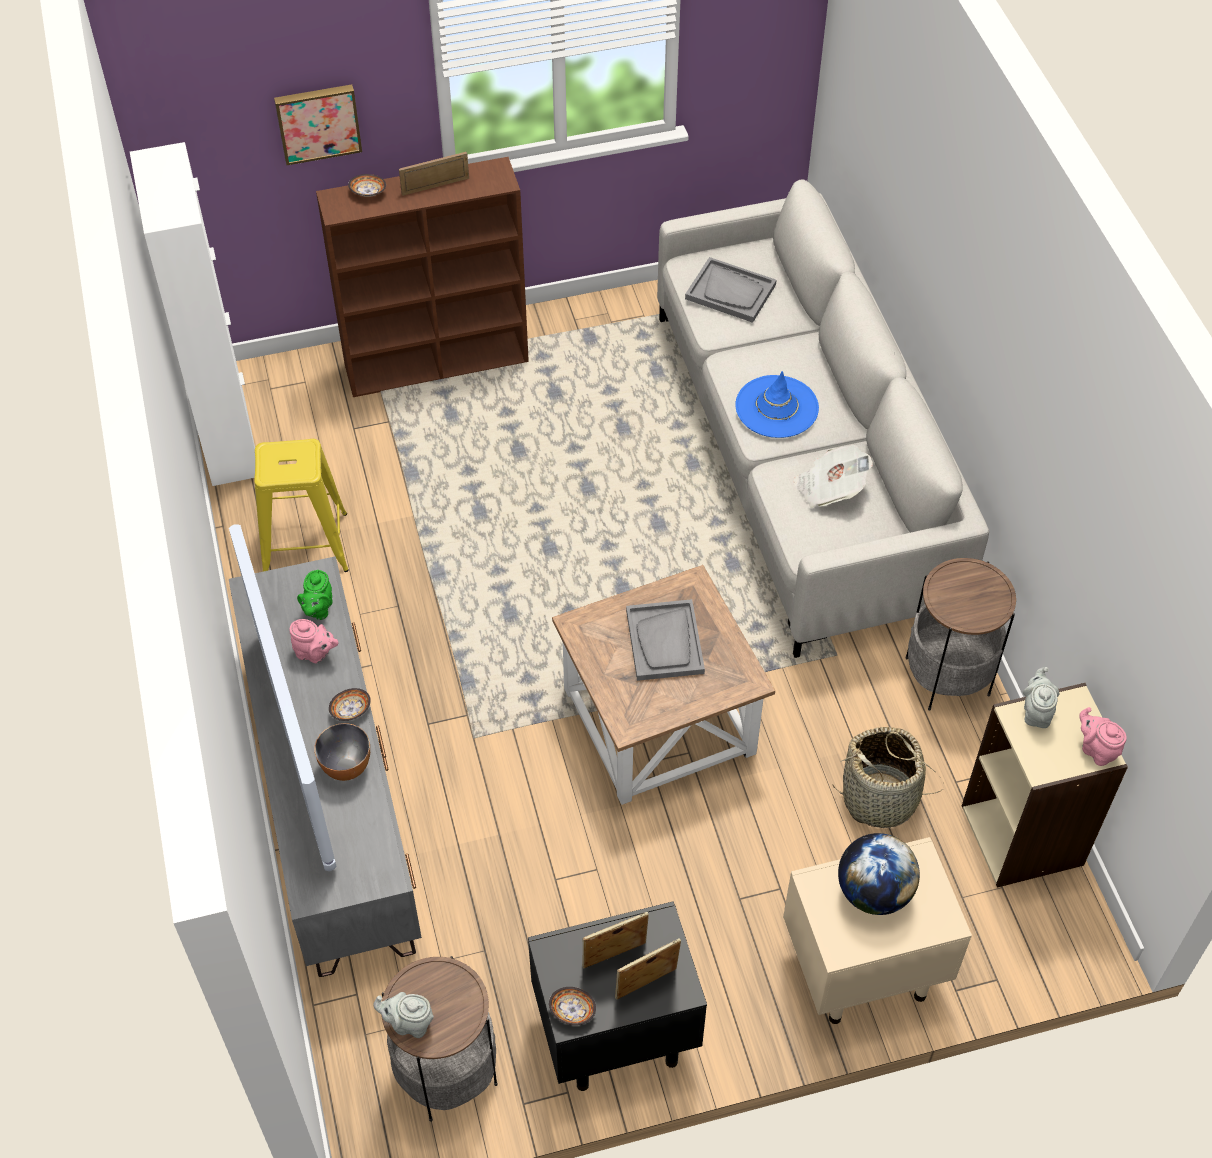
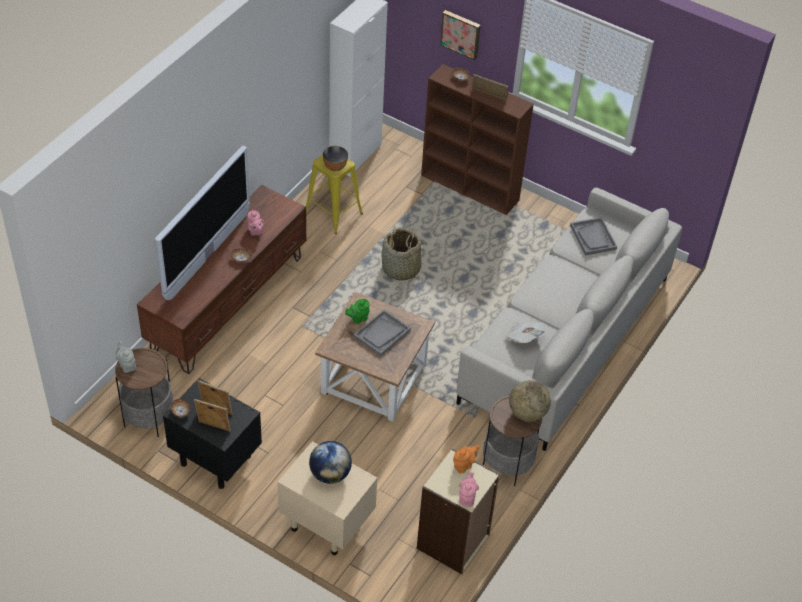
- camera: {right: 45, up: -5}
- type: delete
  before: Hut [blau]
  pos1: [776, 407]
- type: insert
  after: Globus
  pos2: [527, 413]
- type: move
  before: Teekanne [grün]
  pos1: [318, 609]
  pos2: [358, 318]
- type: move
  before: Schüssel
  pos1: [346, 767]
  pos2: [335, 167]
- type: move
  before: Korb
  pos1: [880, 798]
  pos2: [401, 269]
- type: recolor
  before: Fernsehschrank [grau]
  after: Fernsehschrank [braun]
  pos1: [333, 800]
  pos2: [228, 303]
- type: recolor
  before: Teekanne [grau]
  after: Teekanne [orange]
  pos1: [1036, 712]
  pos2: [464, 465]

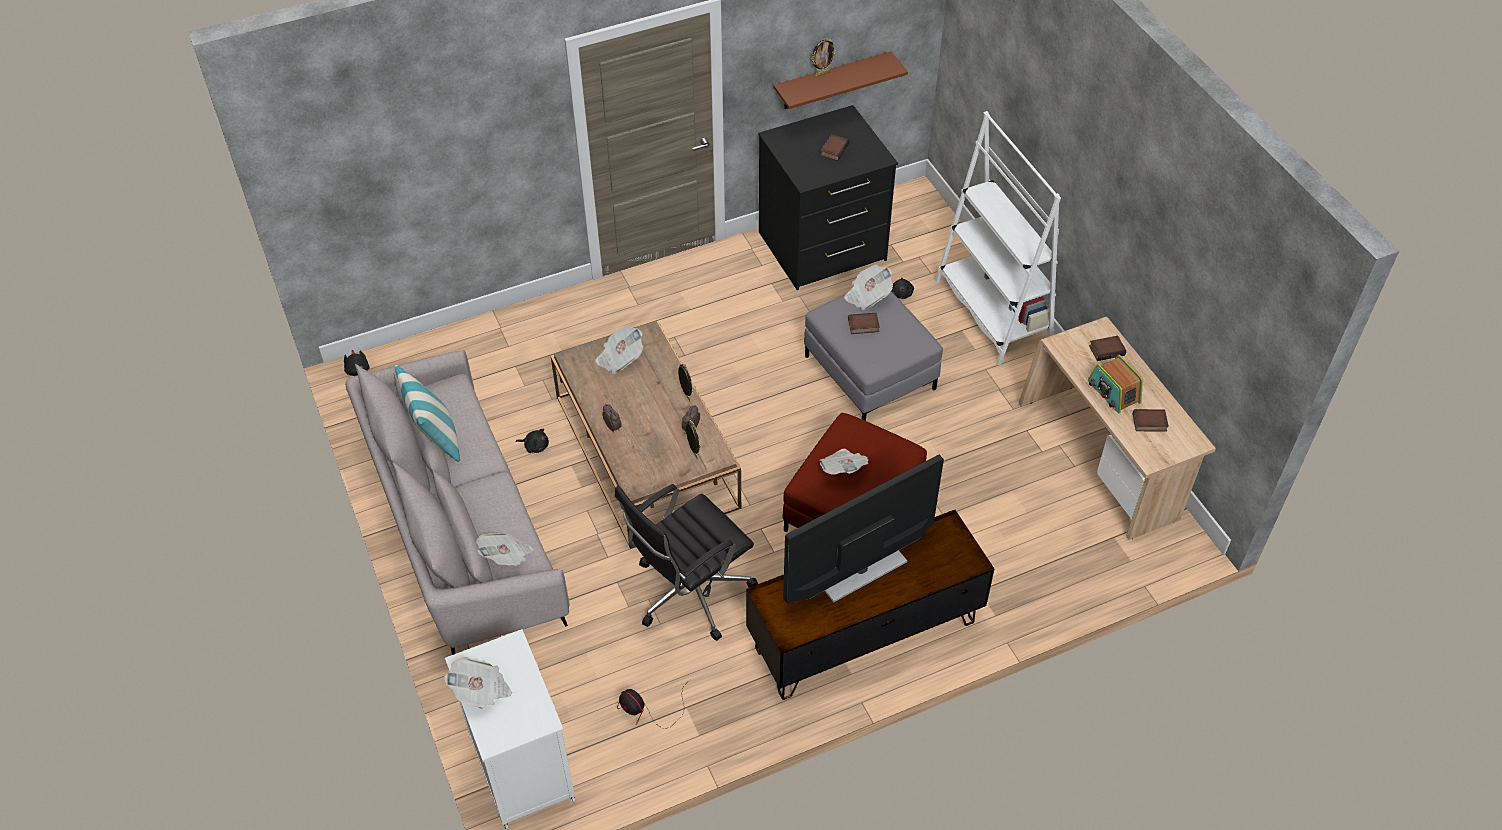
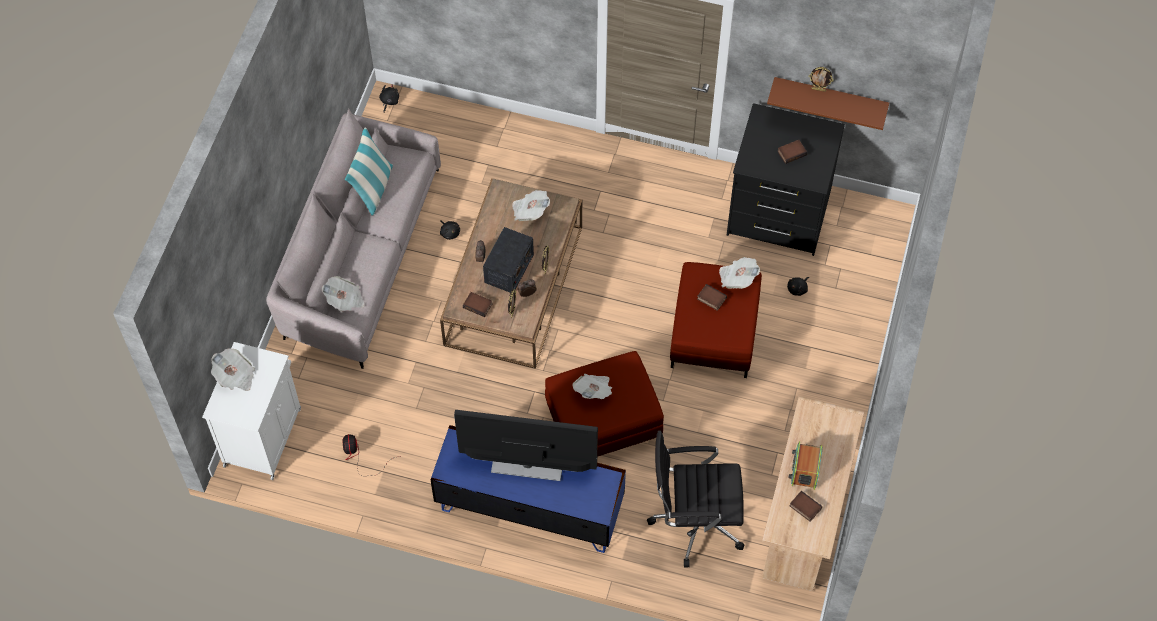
- camera: {right: 40, up: 10}
- type: delete
  before: Bücherregal [weiß]
  pos1: [993, 312]
- type: insert
  after: Radio
  pos2: [509, 269]
- type: move
  before: Bürostuhl [schwarz]
  pos1: [689, 593]
  pos2: [694, 521]
- type: move
  before: Buch
  pos1: [1107, 350]
  pos2: [478, 305]
- type: recolor
  before: Fernsehschrank [braun]
  after: Fernsehschrank [blau]
  pos1: [864, 634]
  pos2: [529, 507]
- type: recolor
  before: Polsterhocker [grau]
  after: Polsterhocker [rot]
  pos1: [870, 373]
  pos2: [714, 334]

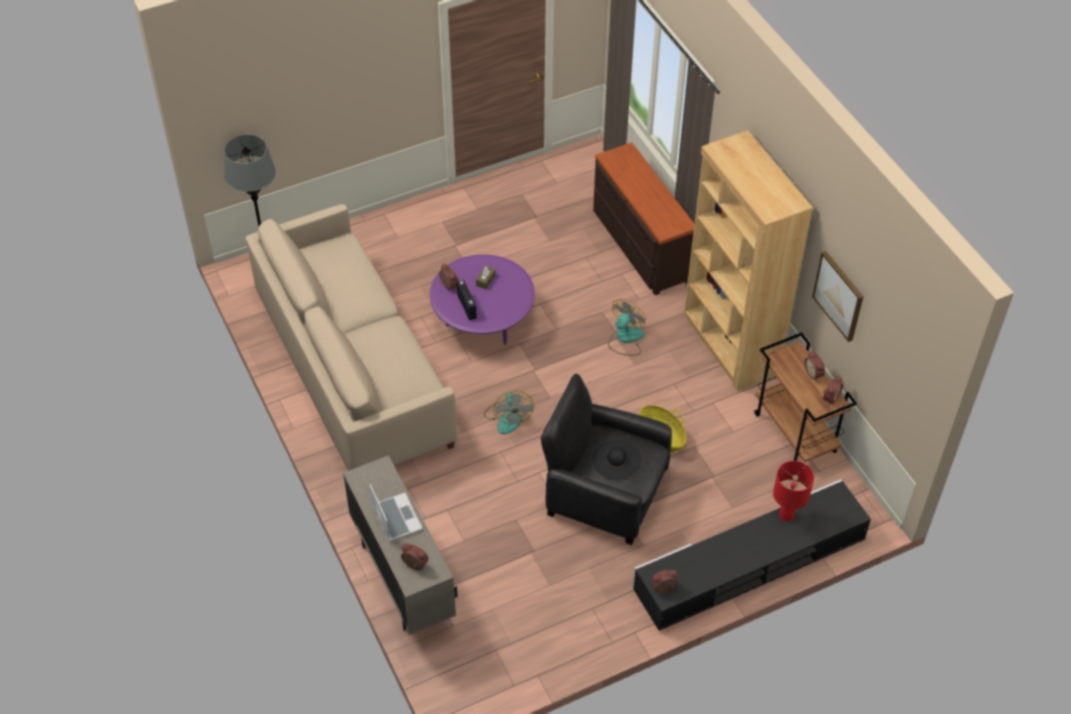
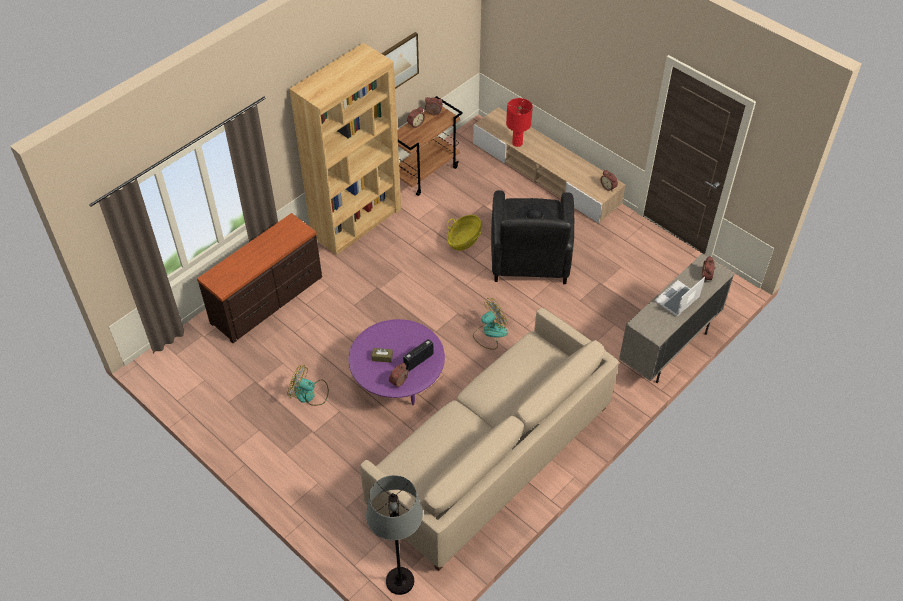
- camera: {right: -110, up: 0}
- type: move
  before: Ventilator
  pos1: [625, 339]
  pos2: [309, 394]
- type: recolor
  before: Fernsehschrank [schwarz]
  after: Fernsehschrank [beige]
  pos1: [749, 565]
  pos2: [546, 174]

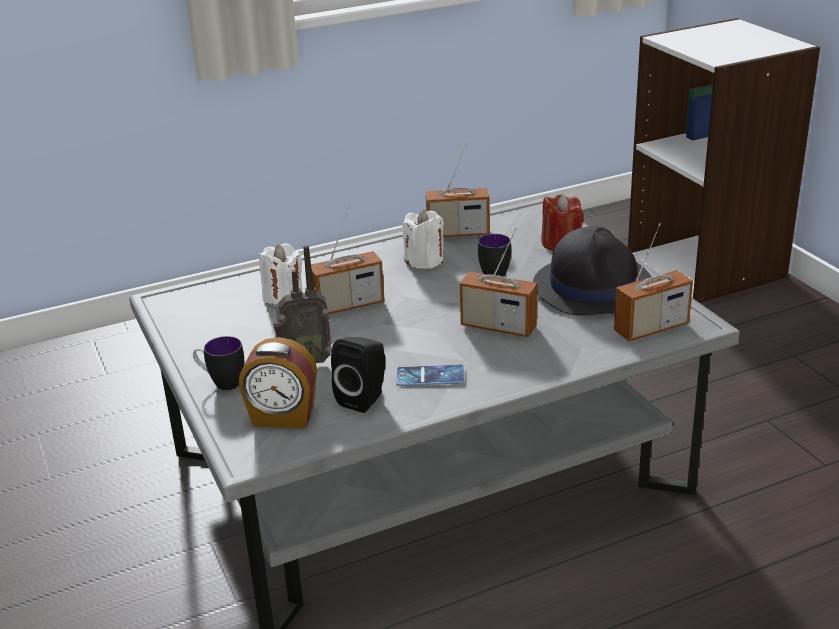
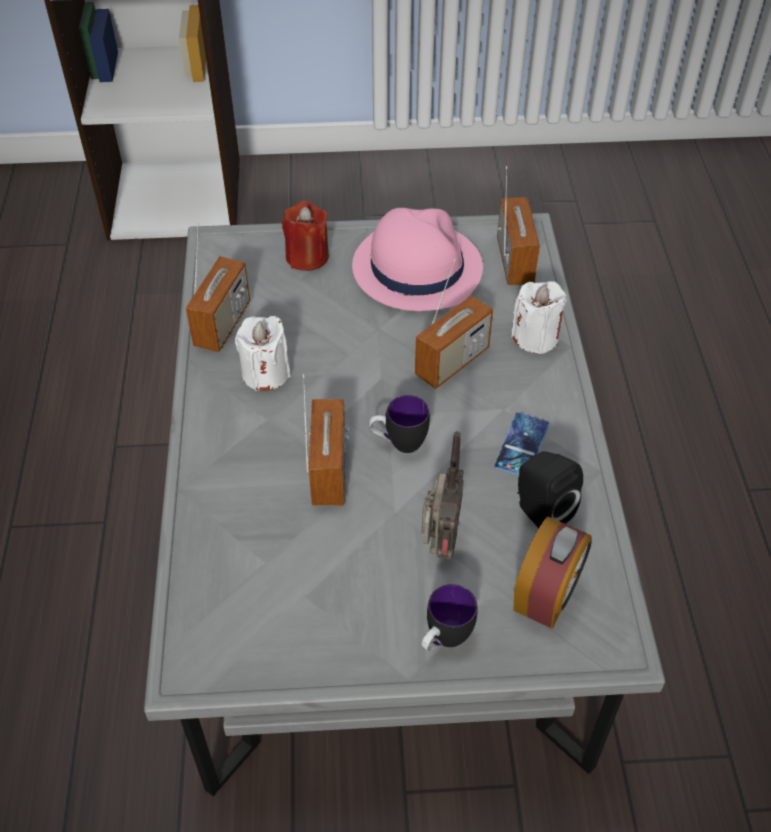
- camera: {right: -70, up: 20}
- type: move
  before: Kerze [weiß]
  pos1: [283, 296]
  pos2: [535, 337]
- type: move
  before: Henkelbecher
  pos1: [491, 272]
  pos2: [398, 443]
- type: recolor
  before: Hut [schwarz]
  after: Hut [rosa]
  pos1: [593, 286]
  pos2: [416, 267]

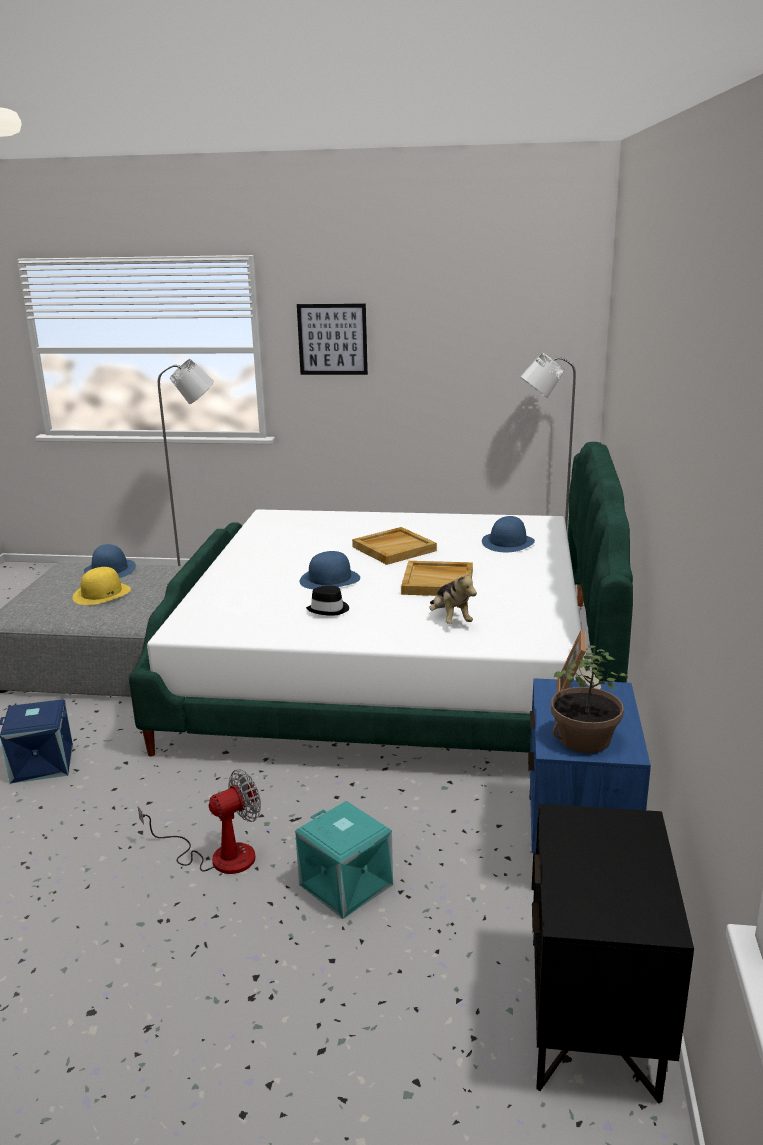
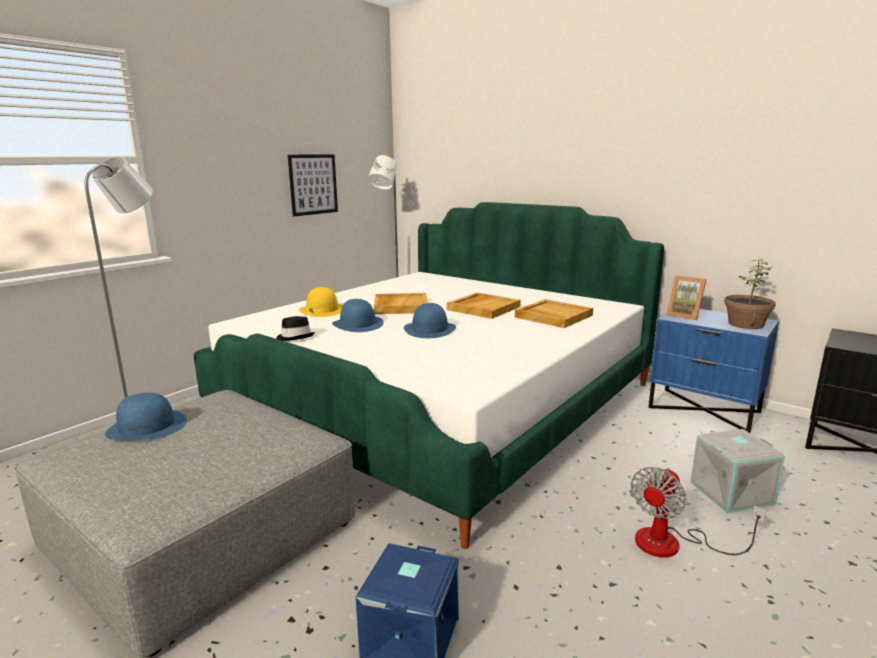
- camera: {right: -60, up: -5}
- type: move
  before: Hut [gelb]
  pos1: [102, 593]
  pos2: [322, 310]
- type: move
  before: Bild
  pos1: [332, 339]
  pos2: [313, 184]
- type: move
  before: Hut [schwarz]
  pos1: [329, 609]
  pos2: [295, 337]
- type: move
  before: Hut [blau]
  pos1: [508, 542]
  pos2: [358, 324]
- type: replace
  before: Plüschtier
  after: Tablett [beige]
  pos1: [450, 619]
  pos2: [553, 316]
- type: recolor
  before: Aufbewahrungsbox [türkis]
  after: Aufbewahrungsbox [grau]
  pos1: [347, 884]
  pos2: [730, 492]
- type: rotate
  before: Ventilator
  pos1: [218, 856]
  pos2: [673, 544]
  turn: -135

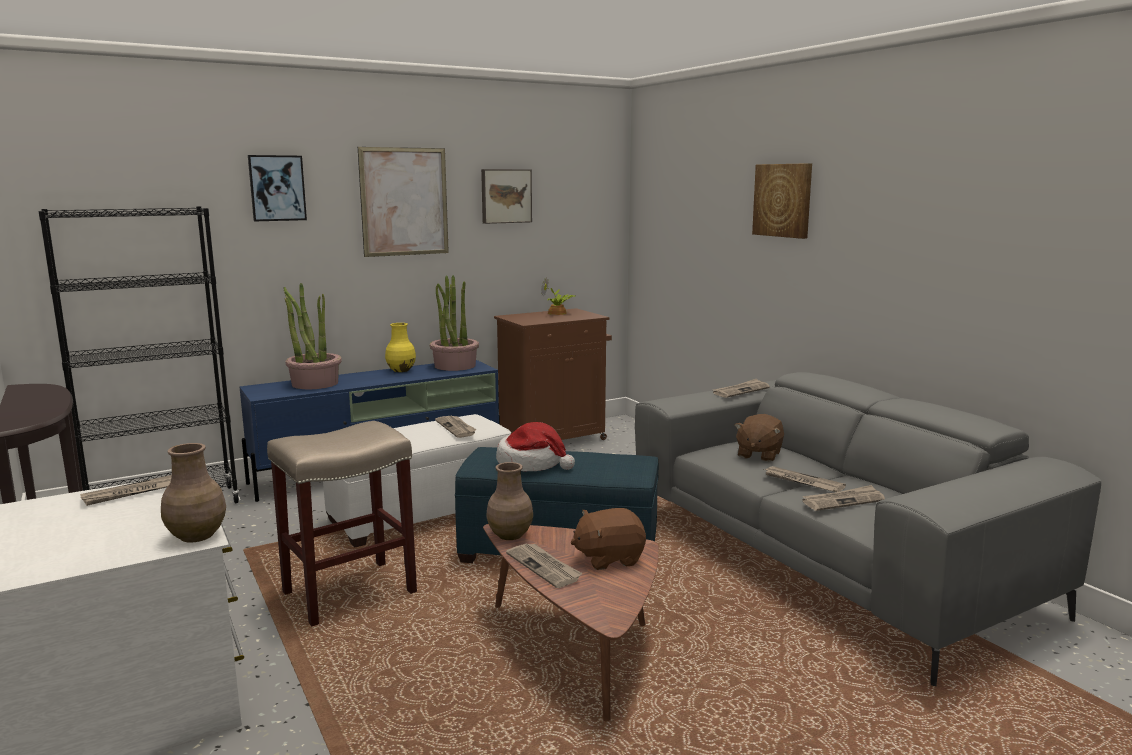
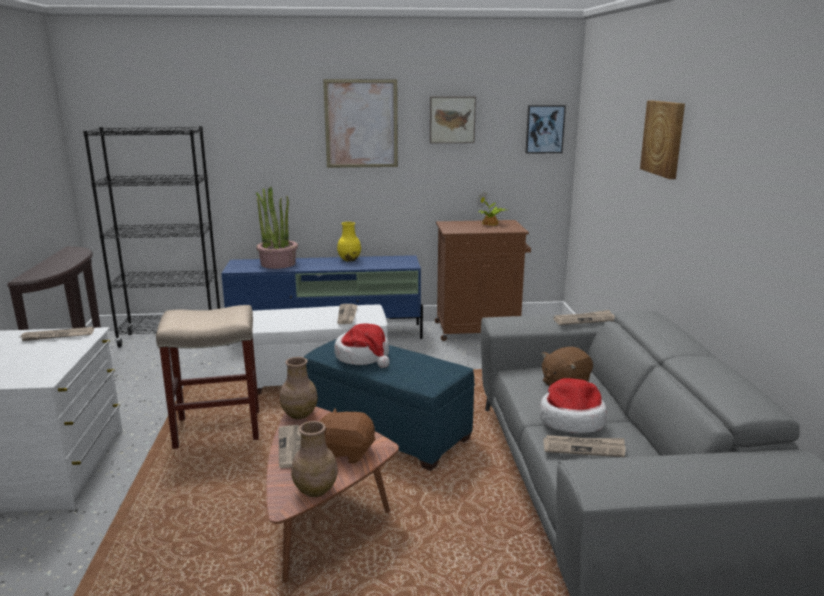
- camera: {right: 25, up: 5}
- type: delete
  before: Topfpflanze
  pos1: [454, 366]
- type: move
  before: Vase [braun]
  pos1: [198, 535]
  pos2: [316, 490]
- type: move
  before: Bild
  pos1: [277, 188]
  pos2: [544, 129]
- type: replace
  before: Zeitung
  after: Hut
  pos1: [802, 482]
  pos2: [571, 420]

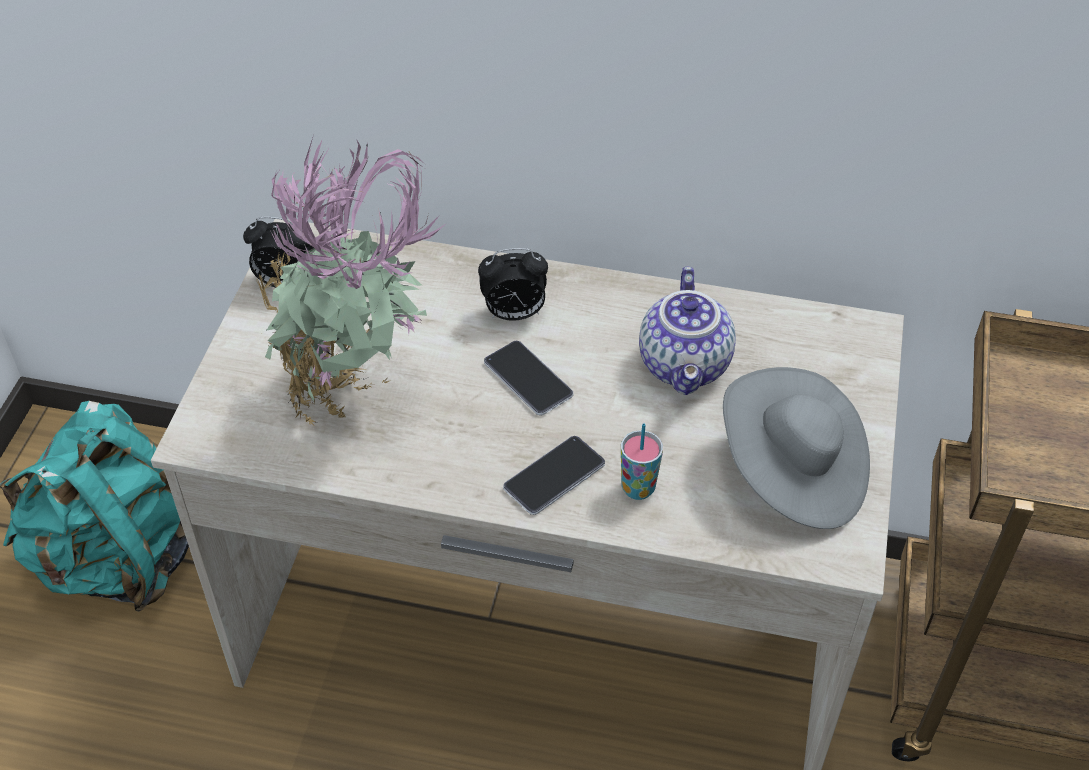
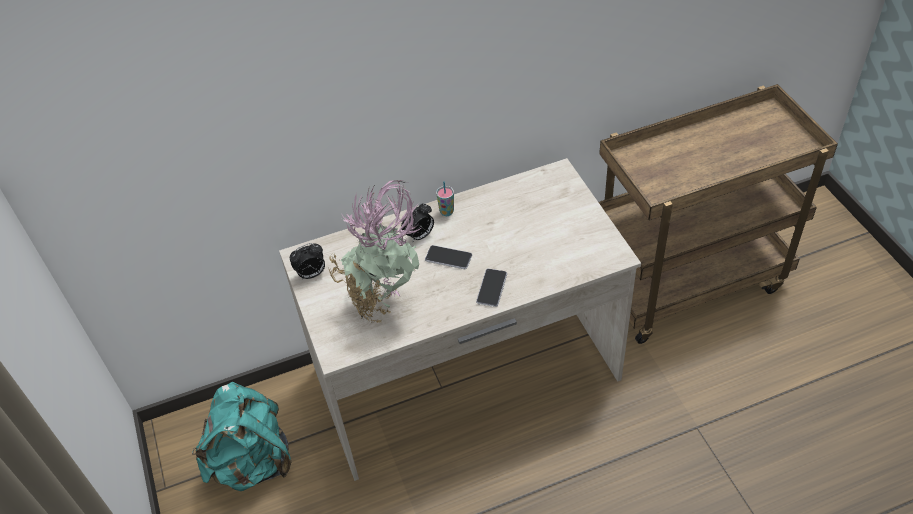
- camera: {right: -30, up: 0}
- type: delete
  before: Teekanne
  pos1: [686, 366]
- type: delete
  before: Hut [grau]
  pos1: [792, 473]
- type: move
  before: Tasse
  pos1: [638, 488]
  pos2: [446, 212]

